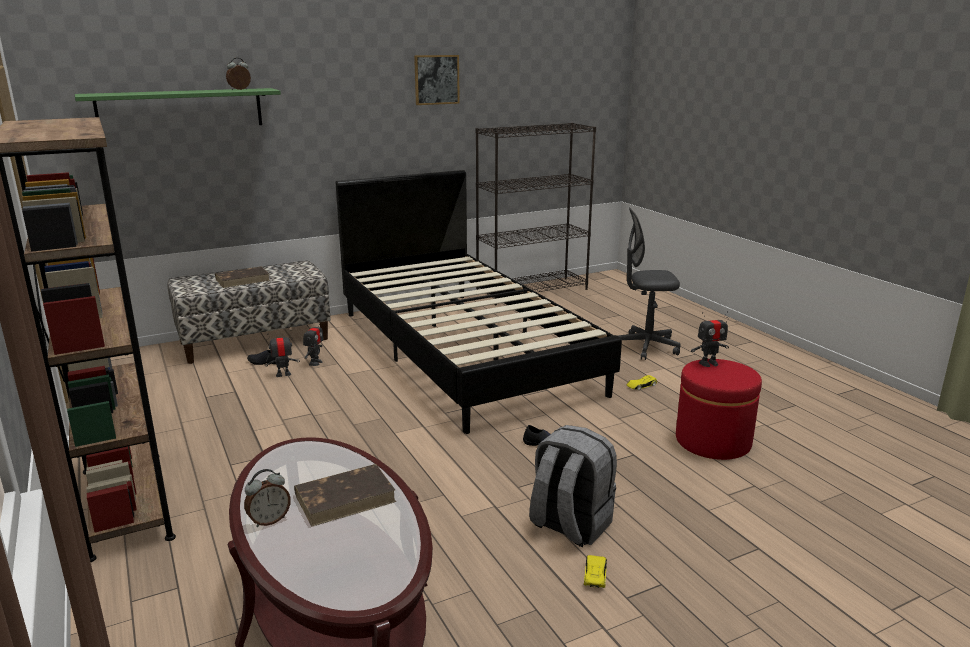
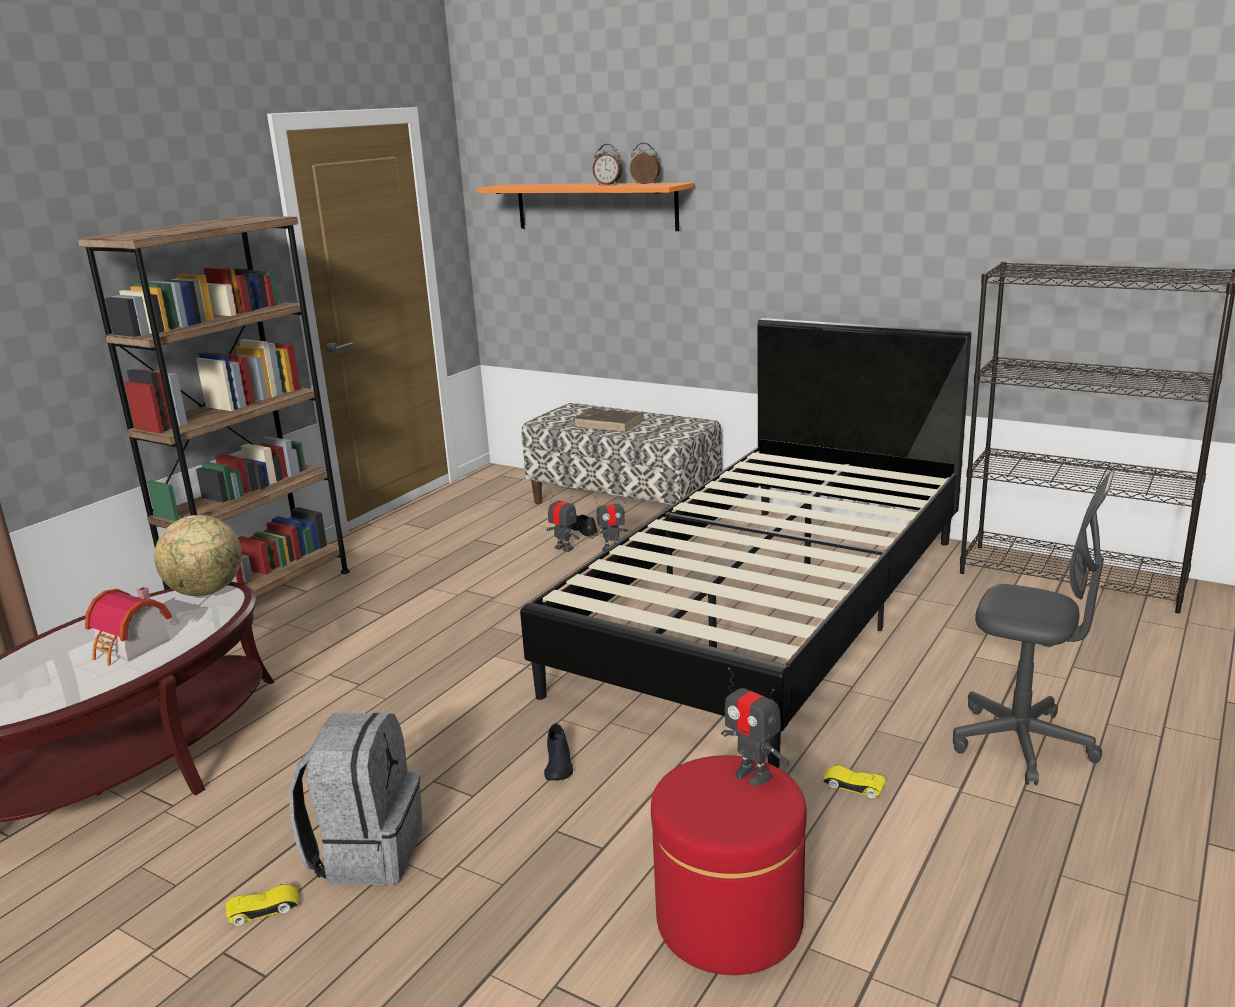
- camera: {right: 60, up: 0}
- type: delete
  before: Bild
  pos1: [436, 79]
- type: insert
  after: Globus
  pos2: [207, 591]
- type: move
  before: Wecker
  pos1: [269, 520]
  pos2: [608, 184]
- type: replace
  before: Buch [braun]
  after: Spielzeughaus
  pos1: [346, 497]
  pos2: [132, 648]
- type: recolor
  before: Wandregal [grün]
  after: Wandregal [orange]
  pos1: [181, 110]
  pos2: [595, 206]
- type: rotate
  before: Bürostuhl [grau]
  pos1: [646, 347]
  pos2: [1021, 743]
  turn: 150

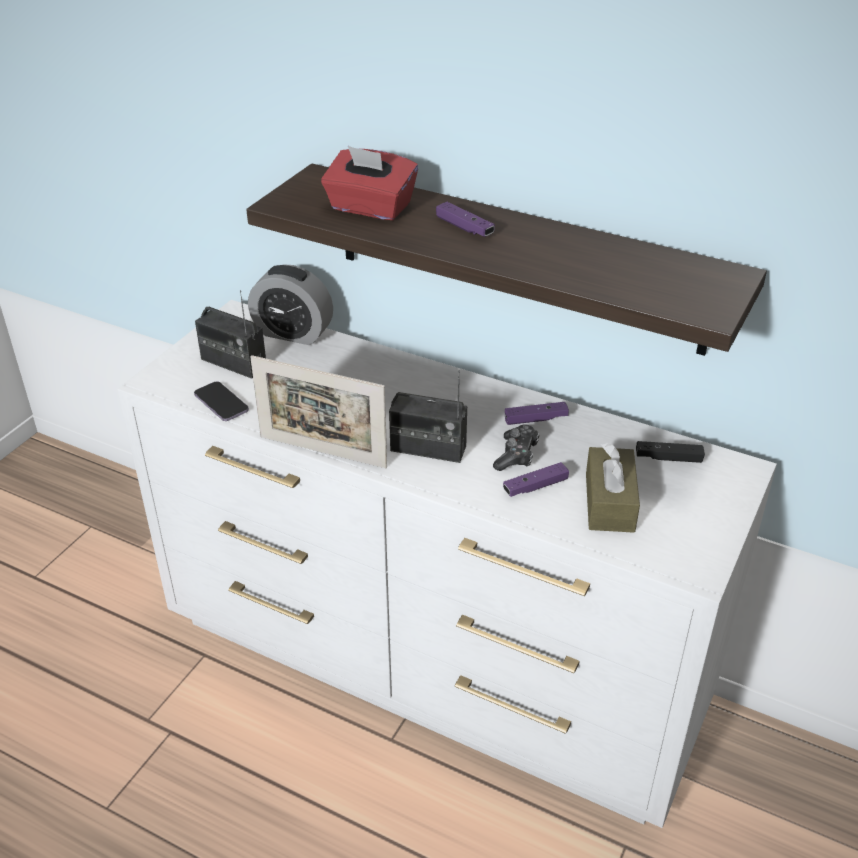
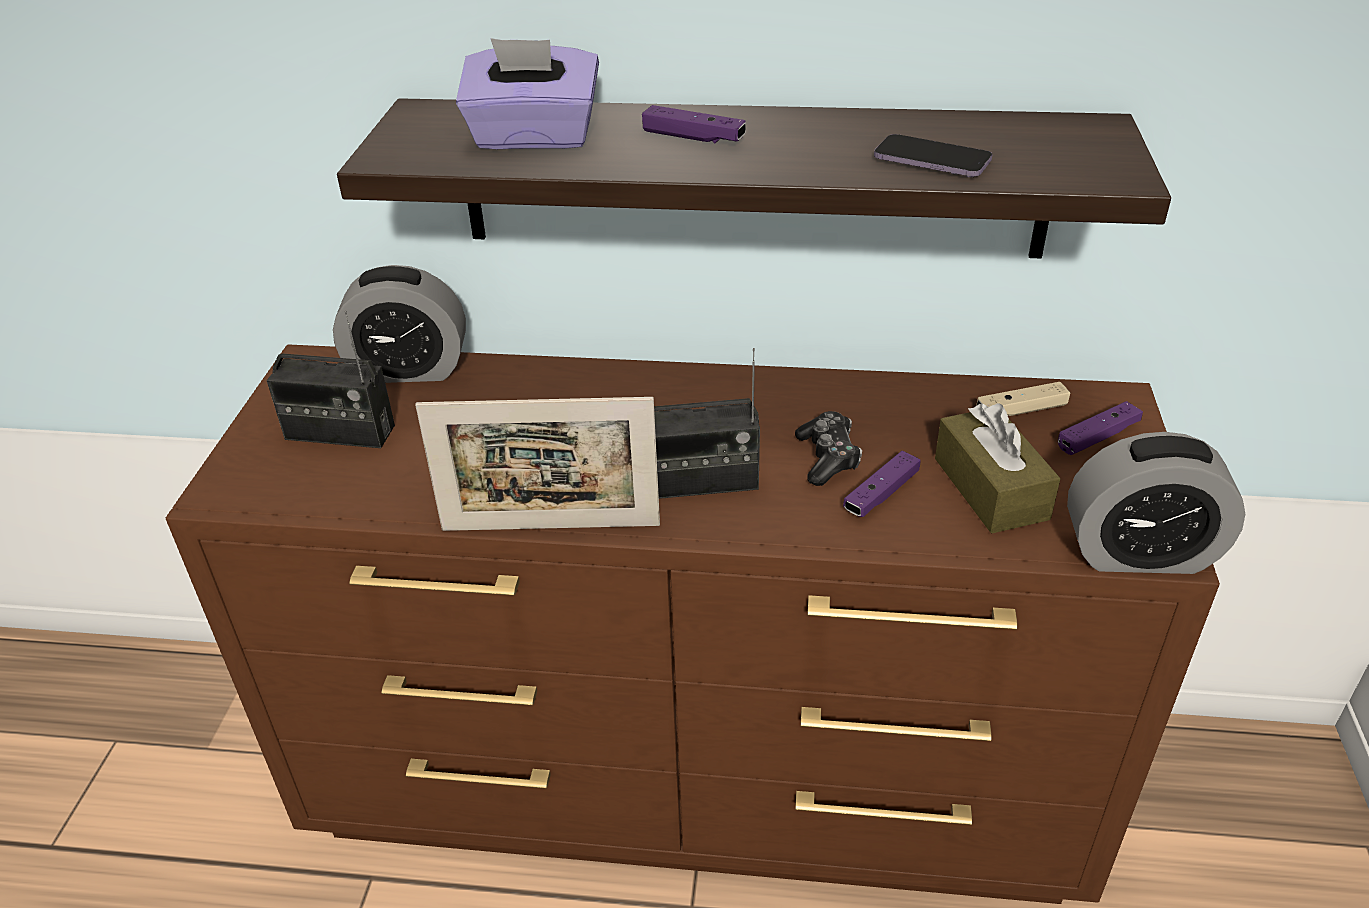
- camera: {right: -20, up: 0}
- type: insert
  after: Wecker
  pos2: [1139, 553]
- type: move
  before: Handy
  pos1: [221, 403]
  pos2: [932, 160]
- type: move
  before: Gamepad [lila]
  pos1: [536, 419]
  pos2: [1097, 437]
- type: recolor
  before: Kommode [weiß]
  after: Kommode [braun]
  pos1: [433, 666]
  pos2: [699, 784]
- type: recolor
  before: Taschentuchbox [rot]
  after: Taschentuchbox [lila]
  pos1: [370, 208]
  pos2: [534, 138]
- type: recolor
  before: Gamepad [schwarz]
  after: Gamepad [beige]
  pos1: [668, 458]
  pos2: [1021, 410]

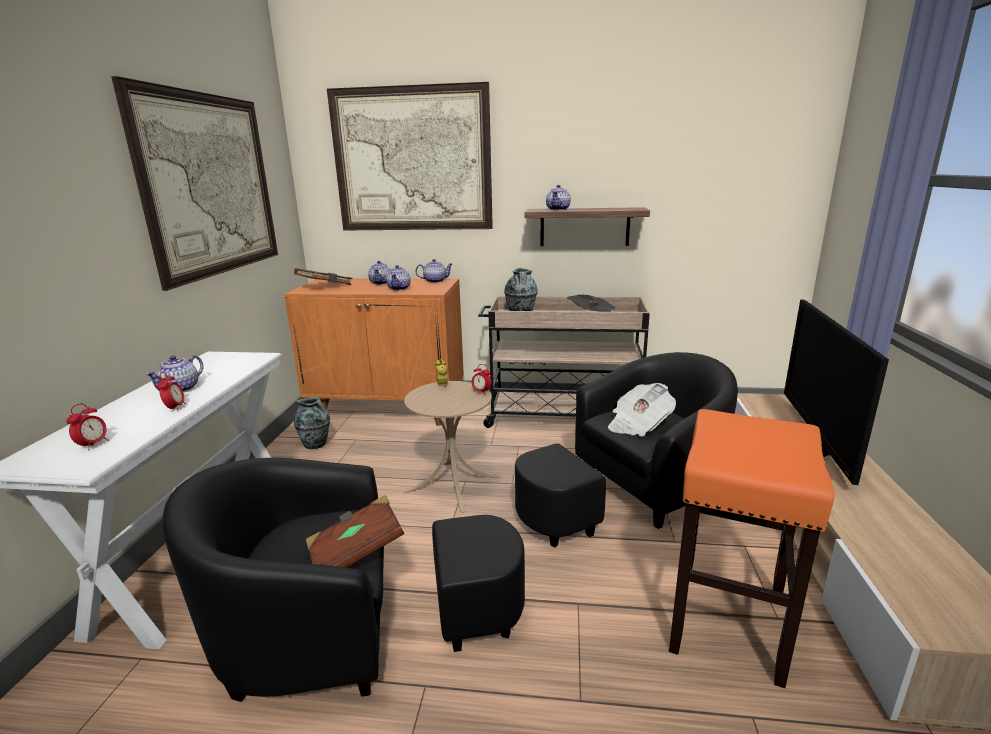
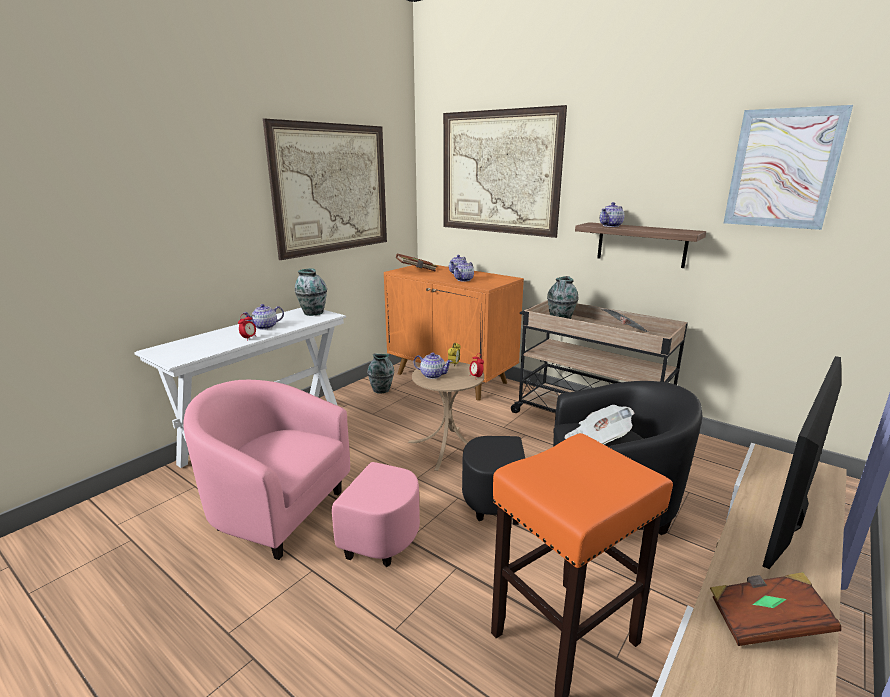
- camera: {right: 30, up: 0}
- type: delete
  before: Wecker
  pos1: [93, 445]
- type: insert
  after: Vase
  pos2: [313, 313]
- type: insert
  after: Bild
  pos2: [783, 169]
- type: move
  before: Buch [braun]
  pos1: [356, 552]
  pos2: [765, 622]
- type: move
  before: Teekanne
  pos1: [435, 281]
  pos2: [432, 375]
- type: recolor
  before: Sessel [schwarz]
  after: Sessel [rosa]
  pos1: [351, 632]
  pos2: [300, 519]

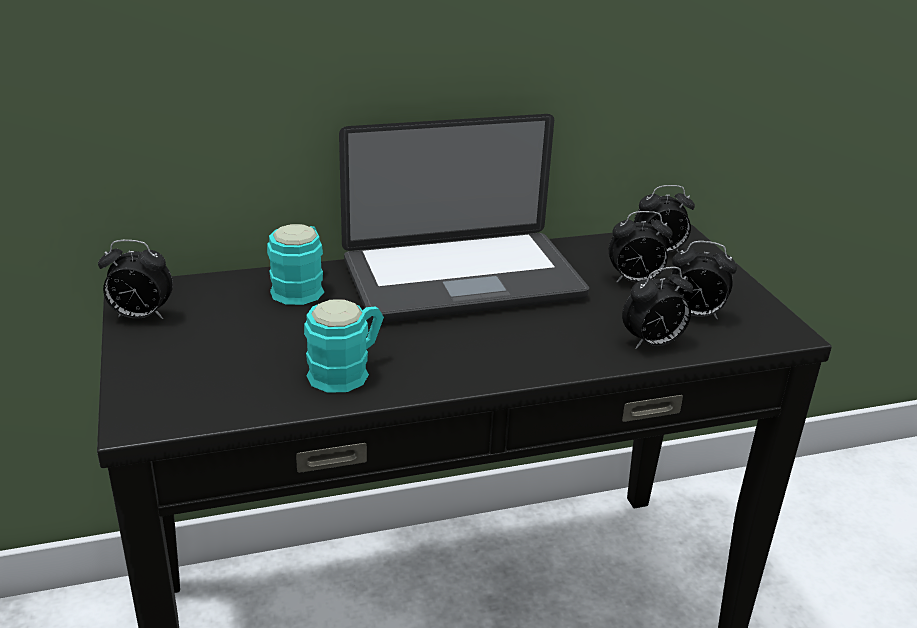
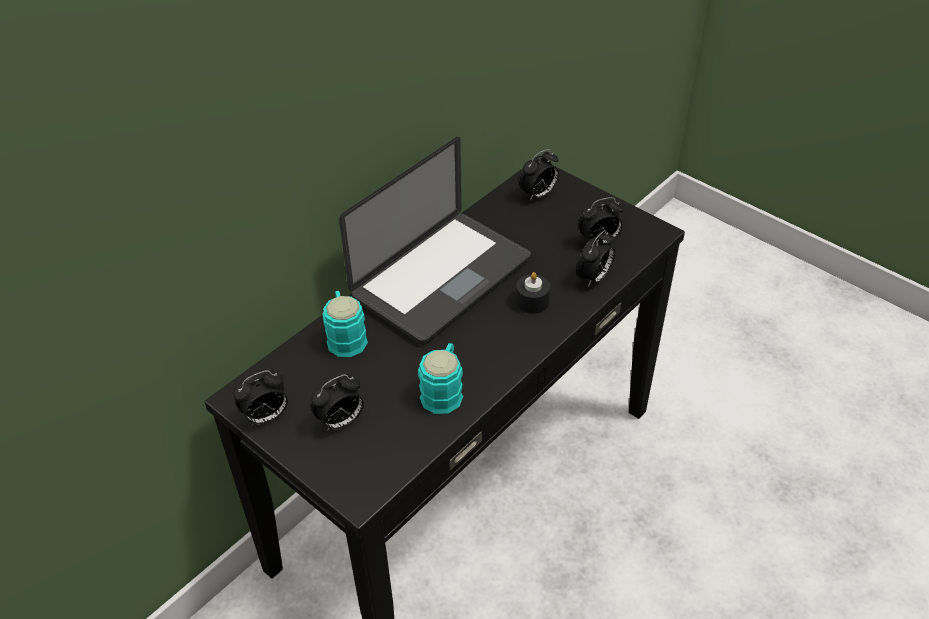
- camera: {right: -30, up: 15}
- type: insert
  after: Kerze [schwarz]
  pos2: [532, 301]
- type: move
  before: Wecker
  pos1: [634, 281]
  pos2: [340, 422]

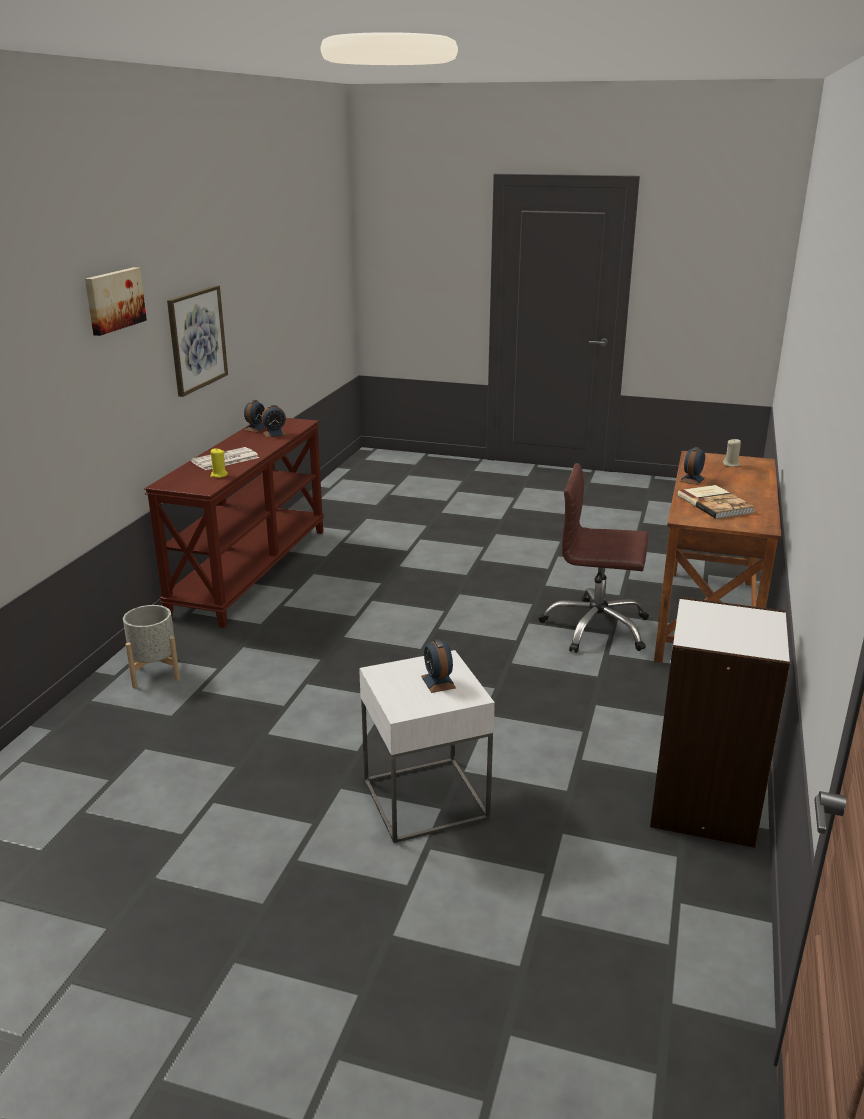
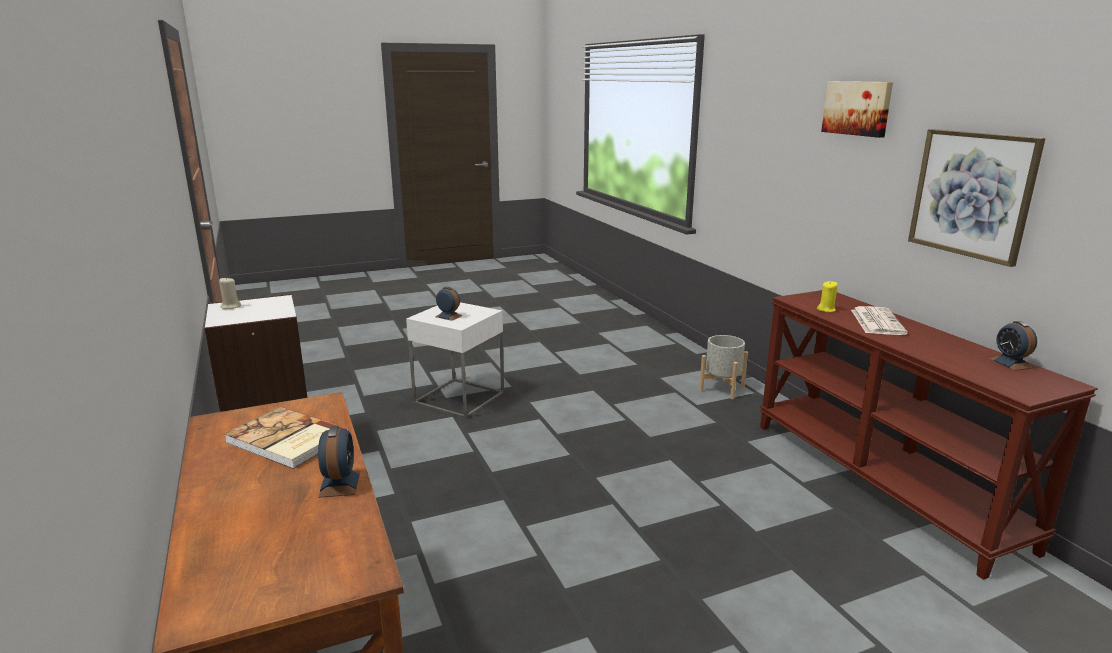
- camera: {right: 140, up: -5}
- type: delete
  before: Wecker
  pos1: [274, 434]
- type: delete
  before: Bürostuhl [braun]
  pos1: [596, 628]
- type: move
  before: Kerze [beige]
  pos1: [731, 464]
  pos2: [230, 306]

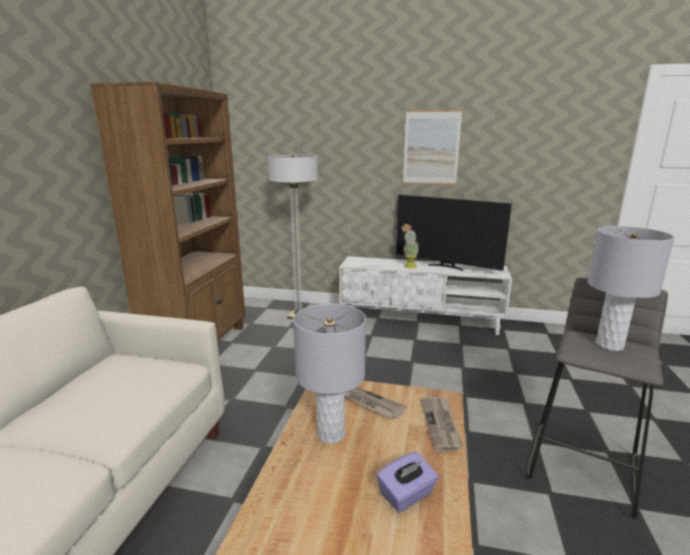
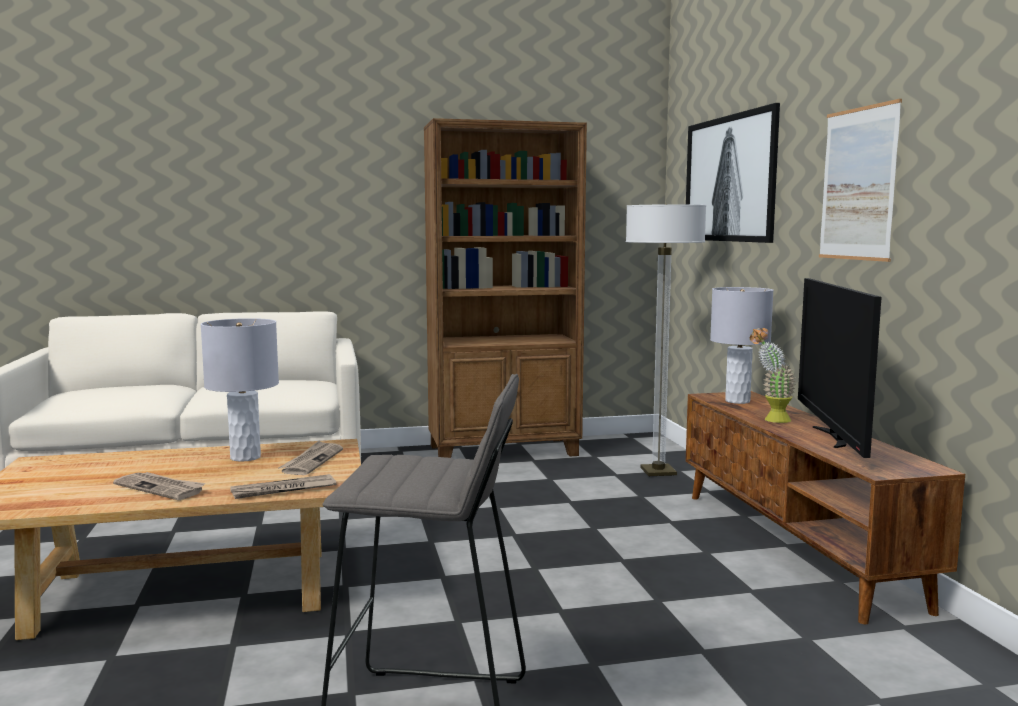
- camera: {right: 65, up: -10}
- type: insert
  after: Bild
  pos2: [729, 179]
- type: move
  before: Tischlampe [grau]
  pos1: [609, 345]
  pos2: [738, 401]
- type: replace
  before: Taschentuchbox [lila]
  after: Zeitung
  pos1: [407, 495]
  pos2: [161, 488]
- type: recolor
  before: Fernsehschrank [weiß]
  after: Fernsehschrank [braun]
  pos1: [420, 320]
  pos2: [795, 546]

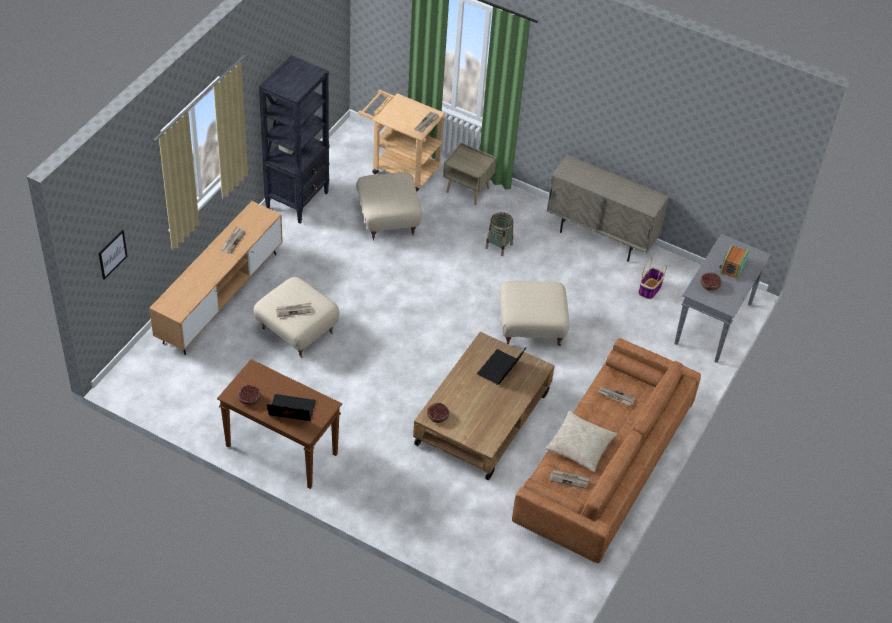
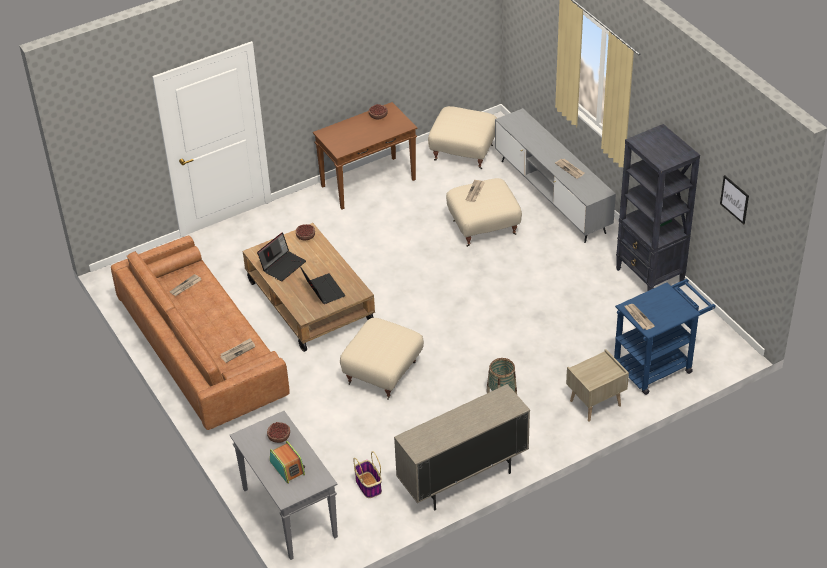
- camera: {right: 125, up: -5}
- type: delete
  before: Kissen [beige]
  pos1: [580, 446]
- type: move
  before: Bild
  pos1: [112, 254]
  pos2: [734, 199]
- type: move
  before: Laptop
  pos1: [290, 411]
  pos2: [283, 265]
- type: move
  before: Polsterhocker [beige]
  pos1: [388, 220]
  pos2: [463, 153]
- type: recolor
  before: Fernsehschrank [braun]
  after: Fernsehschrank [grau]
  pos1: [221, 298]
  pos2: [551, 196]
- type: recolor
  before: Rollwagen [beige]
  after: Rollwagen [blau]
  pos1: [400, 167]
  pos2: [658, 365]

